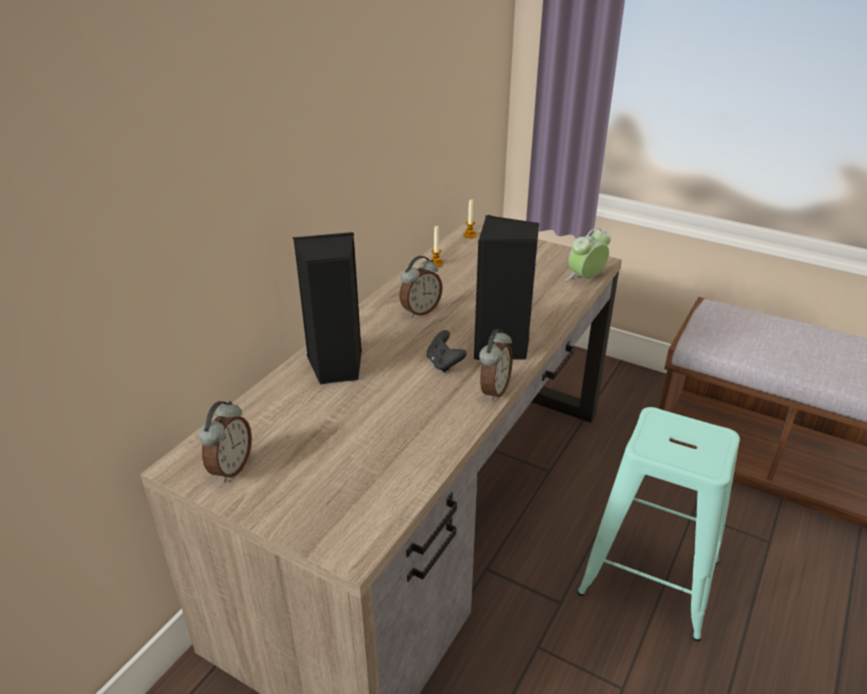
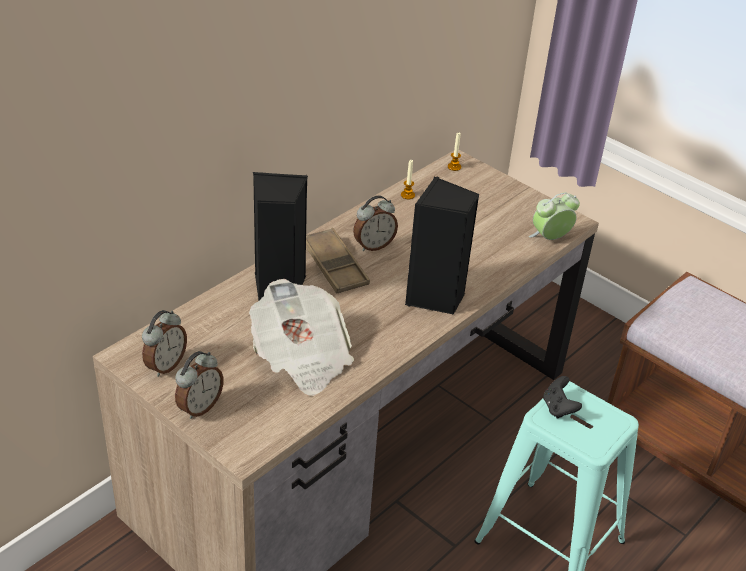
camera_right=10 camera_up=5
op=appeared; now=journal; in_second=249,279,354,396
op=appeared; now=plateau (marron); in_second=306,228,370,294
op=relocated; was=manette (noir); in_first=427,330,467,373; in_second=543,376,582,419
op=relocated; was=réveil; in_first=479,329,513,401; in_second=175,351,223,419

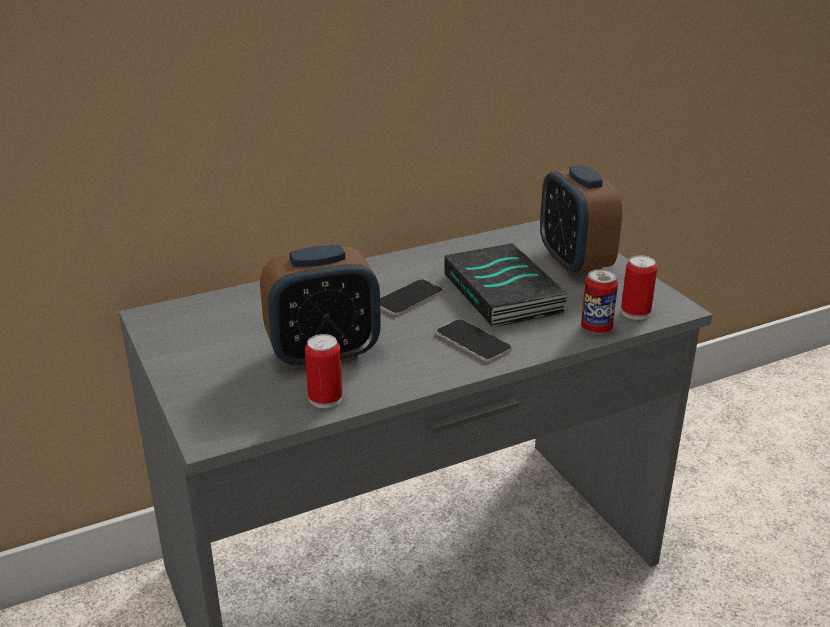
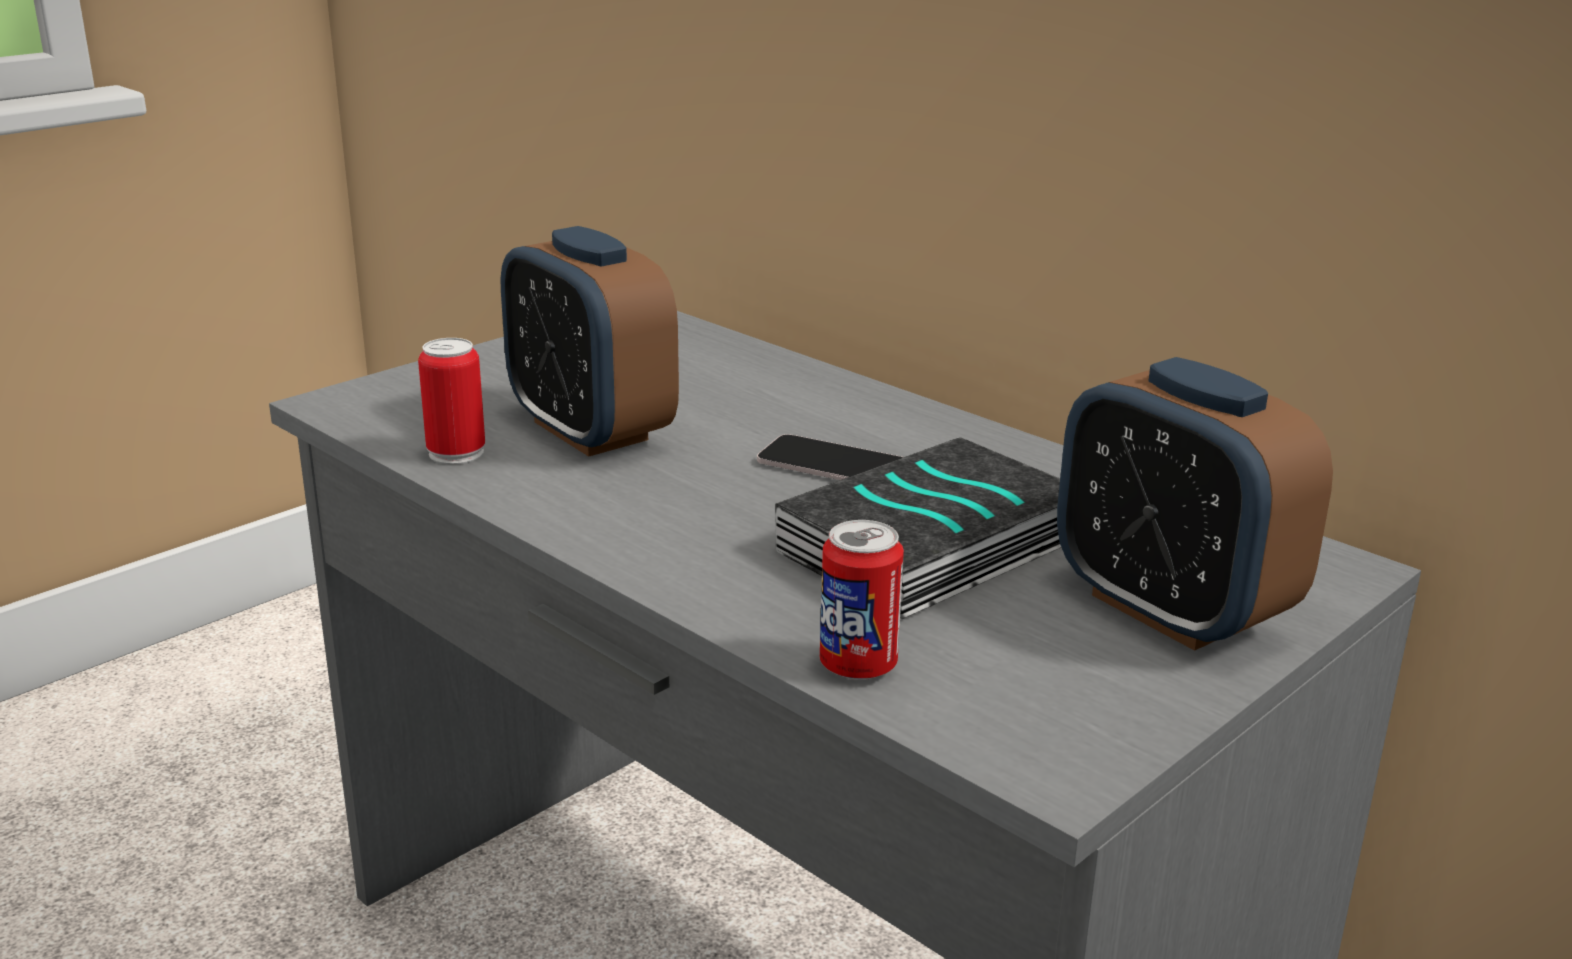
camera_right=70 camera_up=-5
op=missing; was=téléphone; in_first=436,319,512,362
op=missing; was=boîte métallique; in_first=621,255,657,320
op=spun; was=réveil; in_first=540,165,622,276; in_second=1057,357,1333,651; clockwise=-90

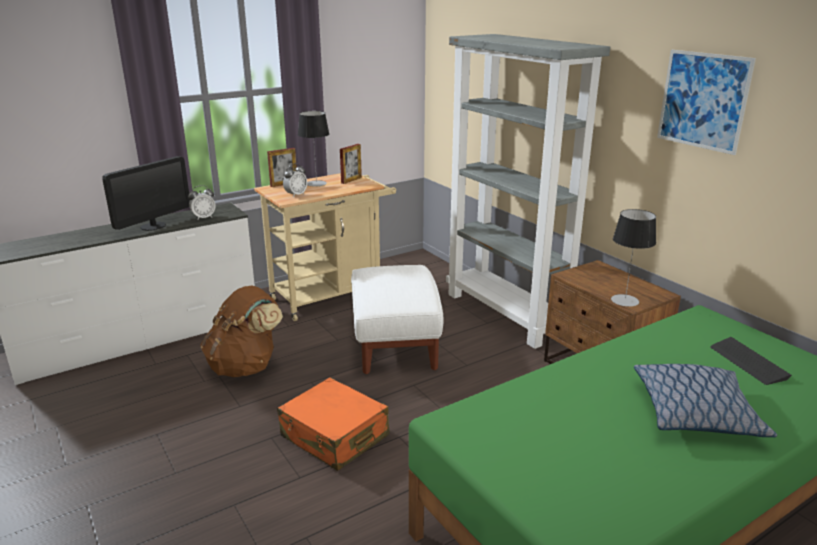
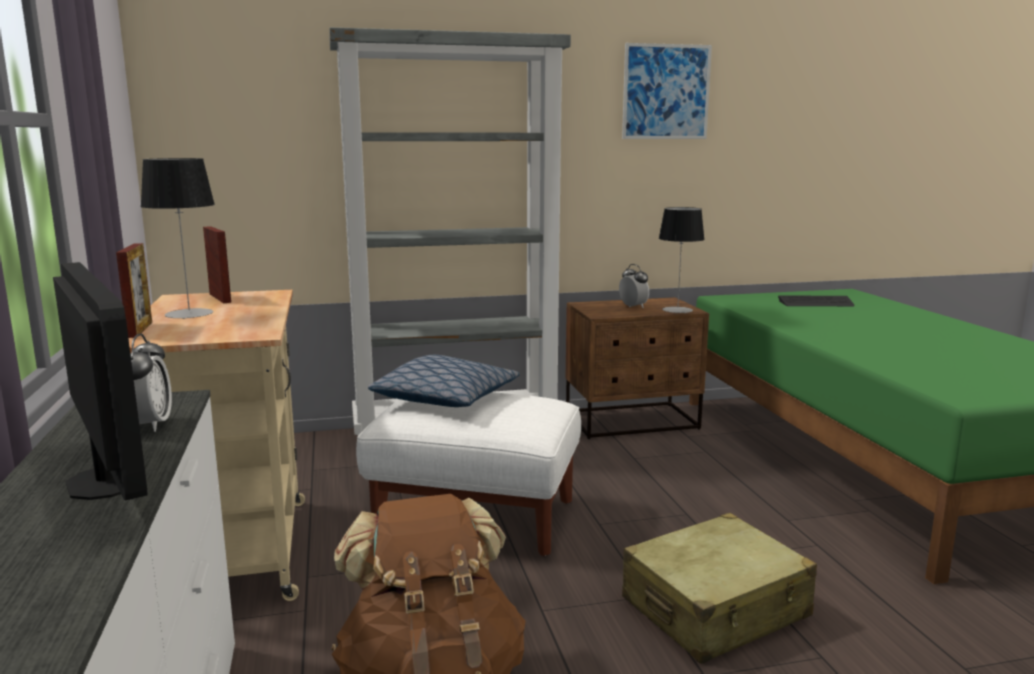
camera_right=-70 camera_up=-10
op=relocated; was=réveil; in_first=283,163,307,197; in_second=619,264,649,308
op=relocated; was=coussin; in_first=634,364,777,437; in_second=368,355,520,407
op=colour; was=valise (orange); now=valise (beige); in_first=277,377,390,471; in_second=622,513,817,664

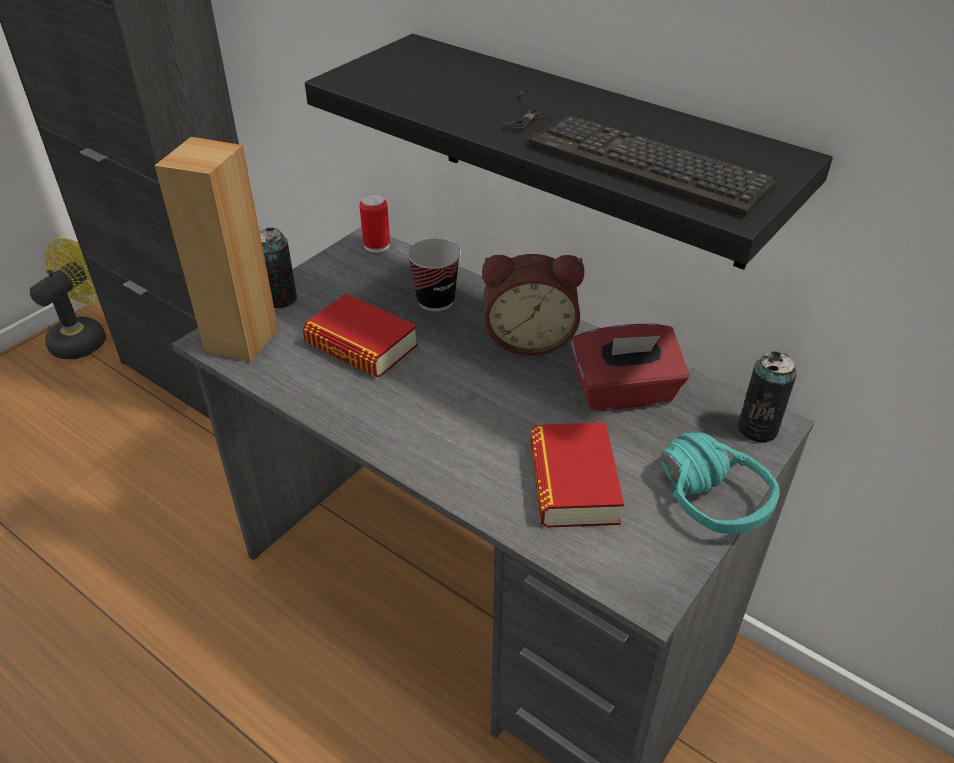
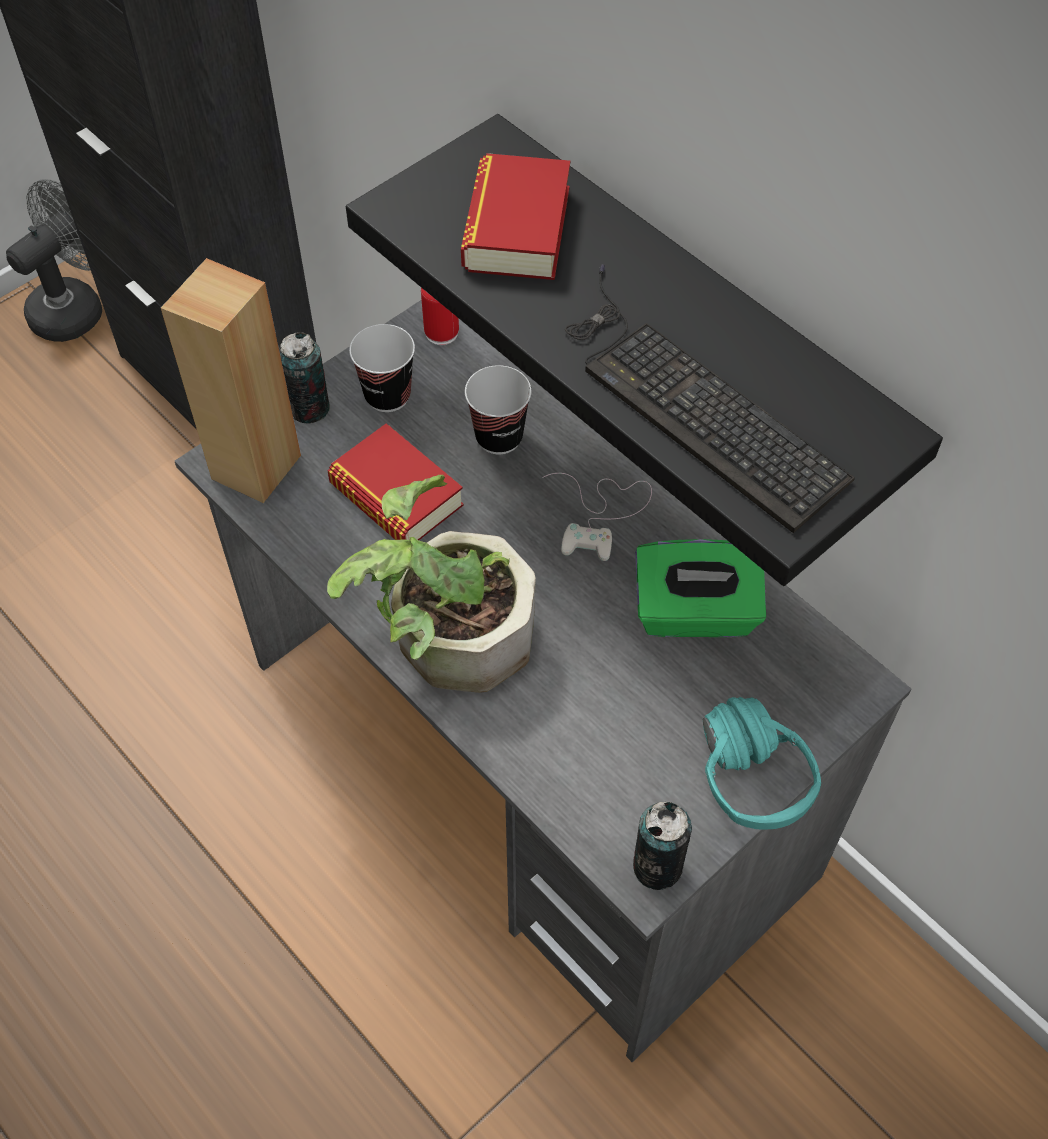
camera_right=10 camera_up=15
op=appeared; now=plante en pot; in_second=327,475,536,693
op=appeared; now=tasse; in_second=349,324,415,412
op=relocated; was=livre; in_first=530,422,624,528; in_second=461,153,570,280
op=relocated; was=boîte métallique; in_first=738,351,796,443; in_second=633,802,692,890
op=exchanged; was=réveil; now=manette (blanc); in_first=482,254,585,356; in_second=542,473,652,561
op=colour; was=ventilateur (jaune); now=ventilateur (gris); in_first=30,238,106,359; in_second=6,179,102,342
op=colour; was=boîte à mouchoirs (rouge); now=boîte à mouchoirs (vert); in_first=571,324,689,411; in_second=635,539,766,637

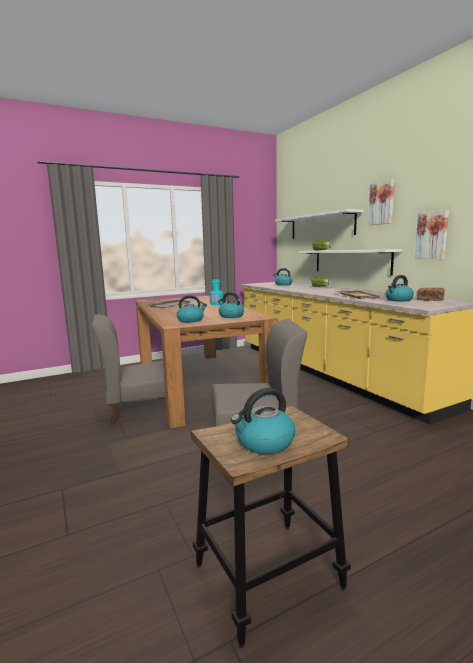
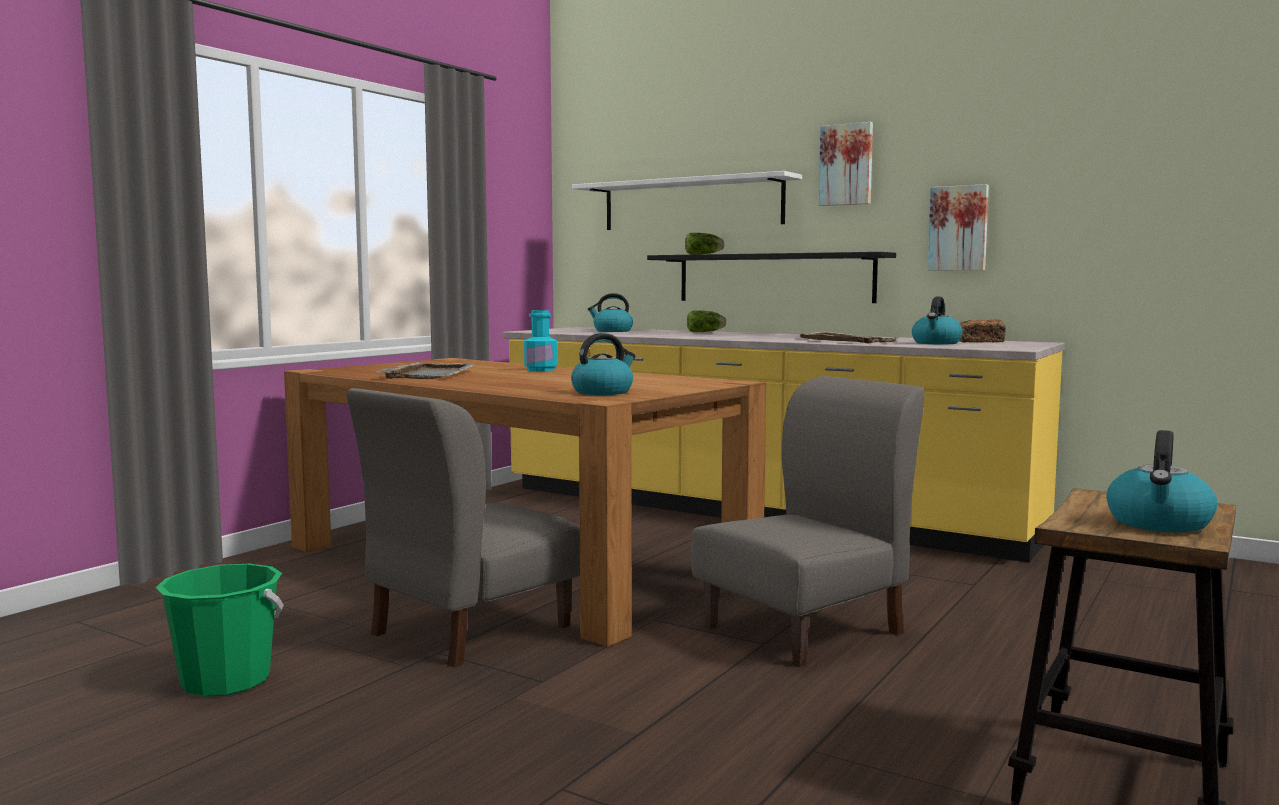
camera_right=-30 camera_up=-5
op=missing; was=bouilloire; in_first=218,292,244,318
op=appeared; now=seau (vert); in_second=156,564,284,697
op=colour; was=étagère (blanc); now=étagère (noir); in_first=298,249,402,275; in_second=647,252,896,303

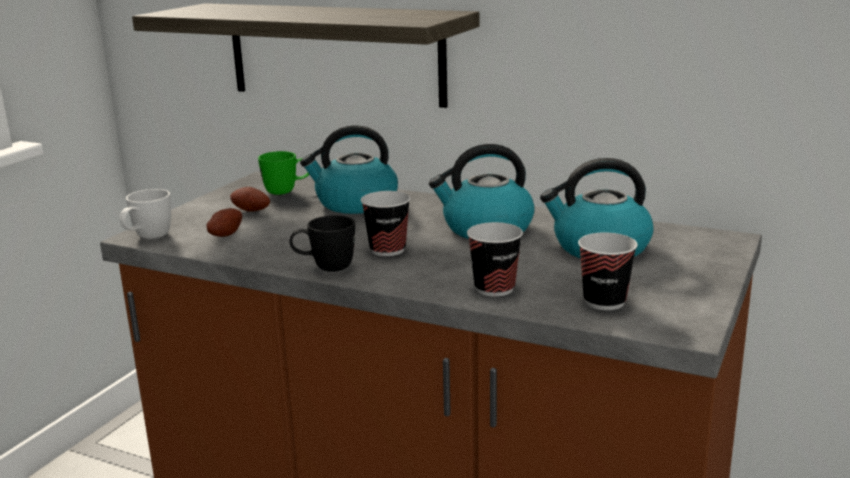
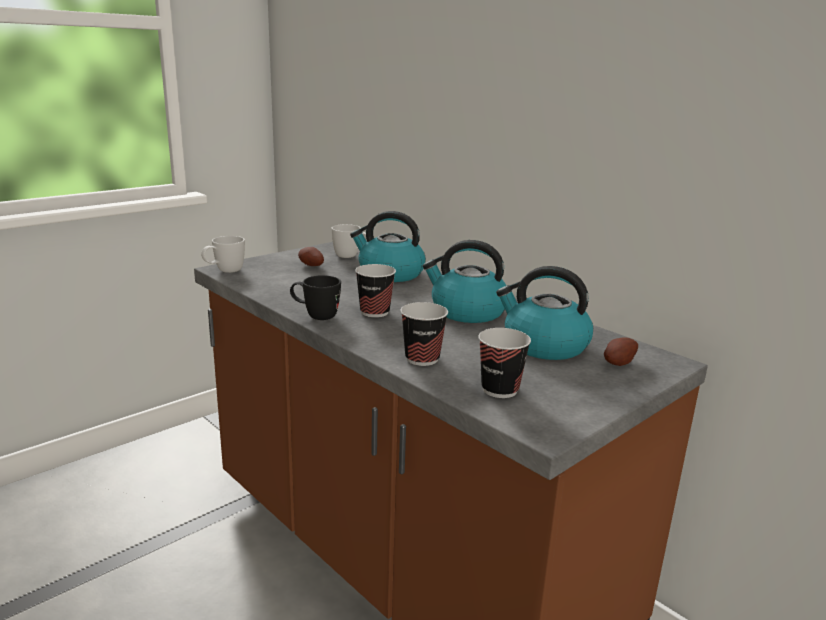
camera_right=20 camera_up=0
op=missing; was=étagère; in_first=132,3,480,108
op=relocated; was=pomme de terre; in_first=206,208,242,237; in_second=604,337,638,366
op=colour; was=mug (vert); now=mug (blanc); in_first=258,151,309,195; in_second=331,224,366,258

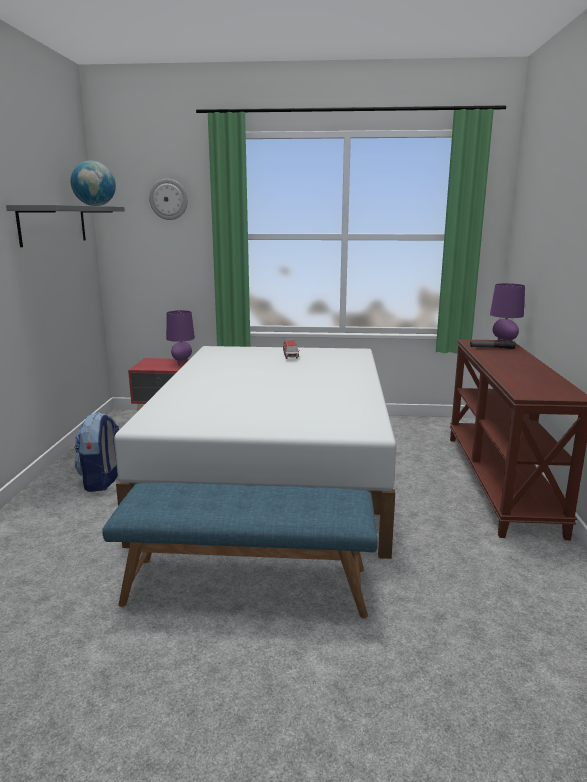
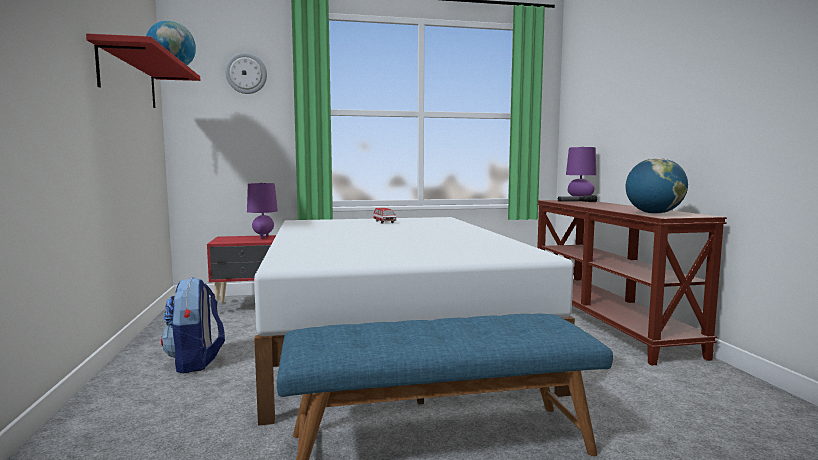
camera_right=-15 camera_up=-10
op=appeared; now=globe; in_second=626,158,688,214
op=colour; was=étagère (gris); now=étagère (rouge); in_first=6,205,125,247; in_second=86,33,200,108

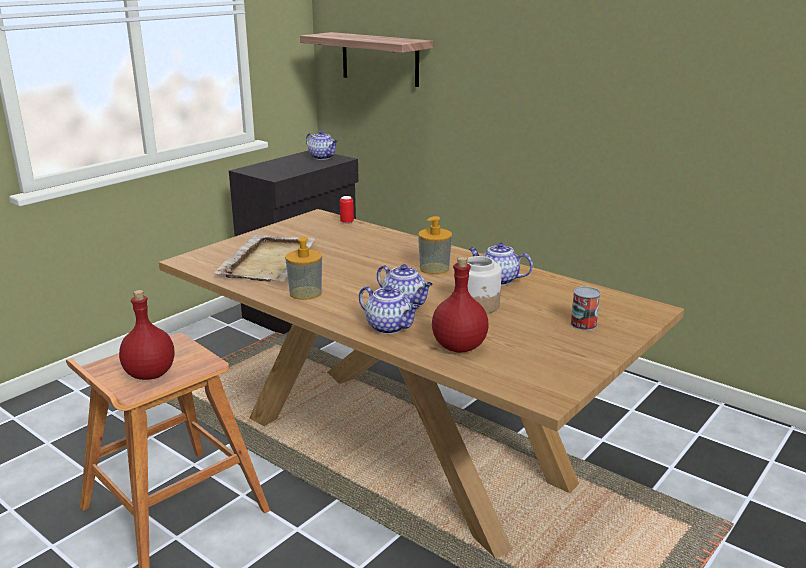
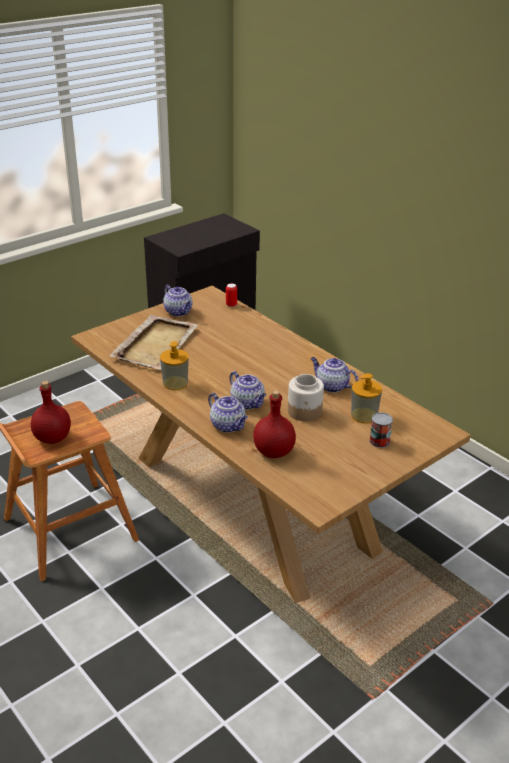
camera_right=10 camera_up=10
op=missing; was=étagère; in_first=300,32,433,87
op=relocated; was=théière; in_first=306,130,338,160; in_second=163,285,192,316
op=relocated; was=distributeur de savon; in_first=418,216,452,275; in_second=351,373,382,424

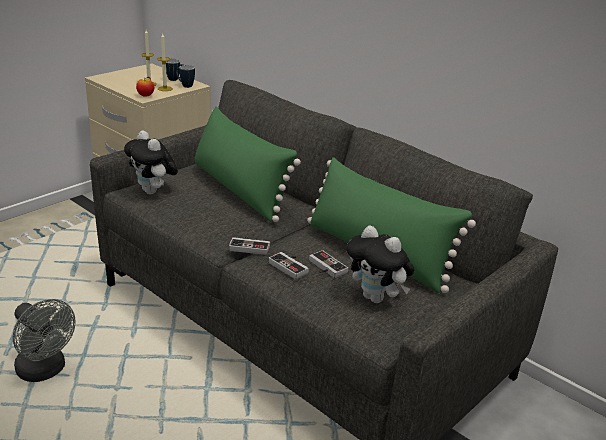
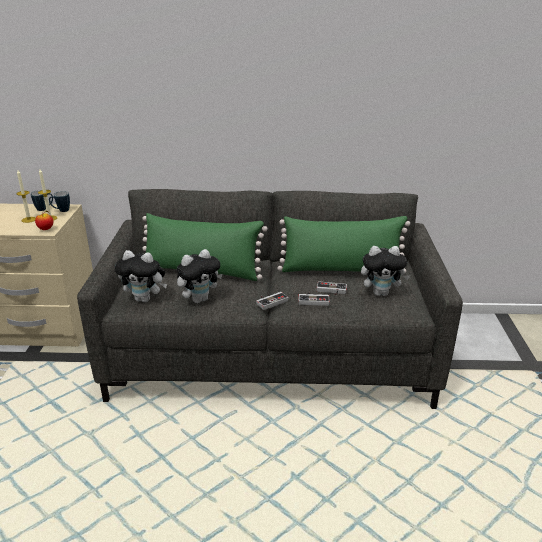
camera_right=-40 camera_up=0
op=missing; was=ventilateur (gris); in_first=13,299,75,382
op=appeared; now=peluche; in_second=177,249,222,303

